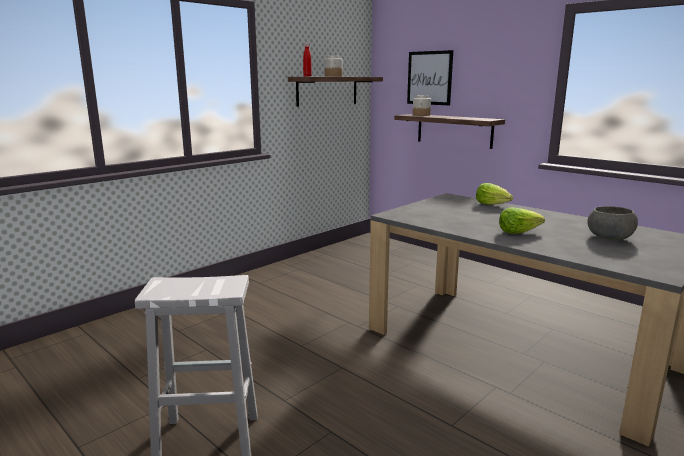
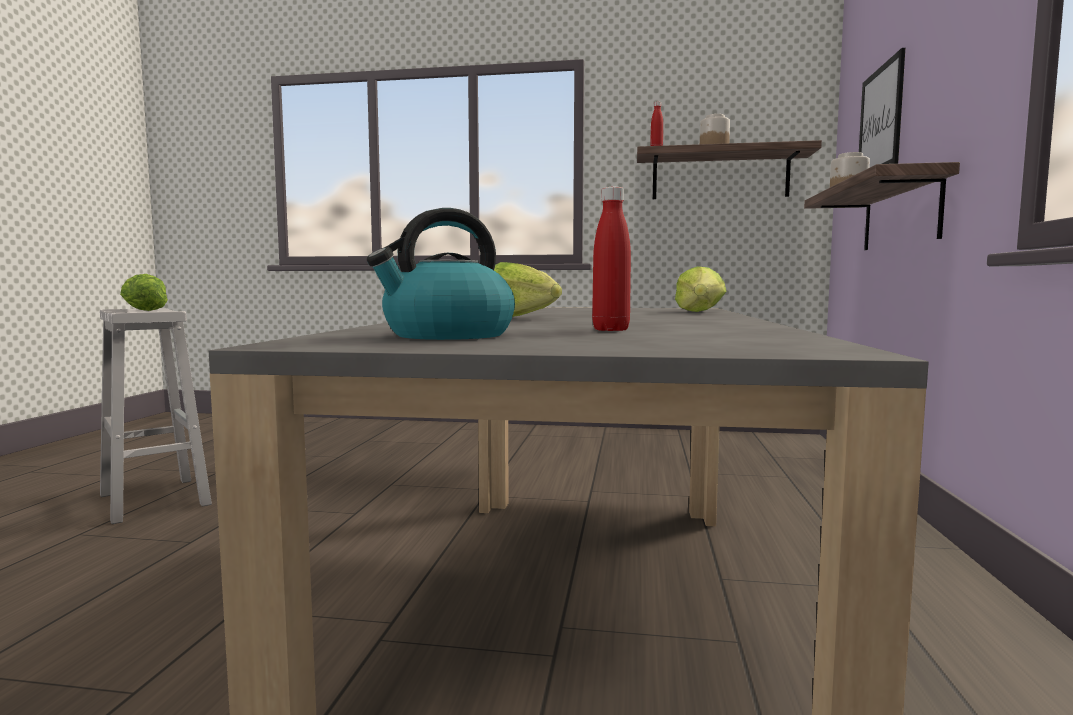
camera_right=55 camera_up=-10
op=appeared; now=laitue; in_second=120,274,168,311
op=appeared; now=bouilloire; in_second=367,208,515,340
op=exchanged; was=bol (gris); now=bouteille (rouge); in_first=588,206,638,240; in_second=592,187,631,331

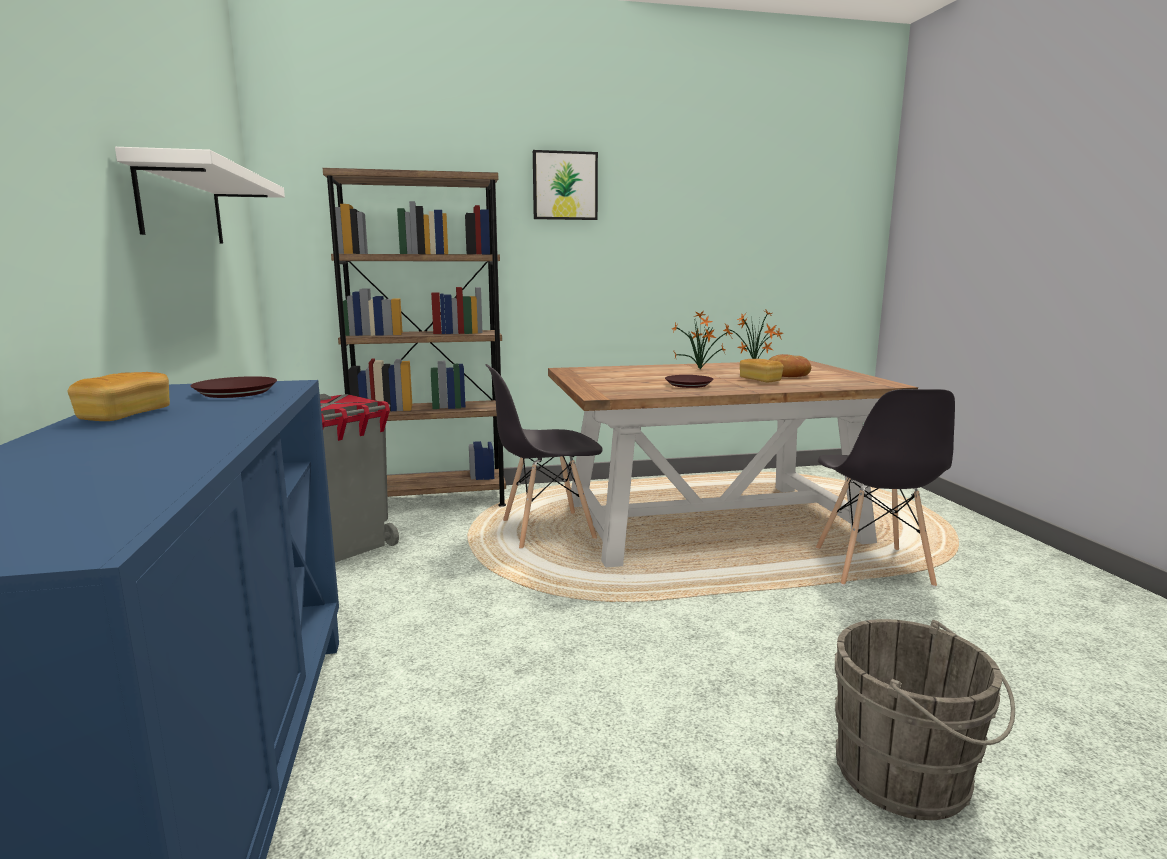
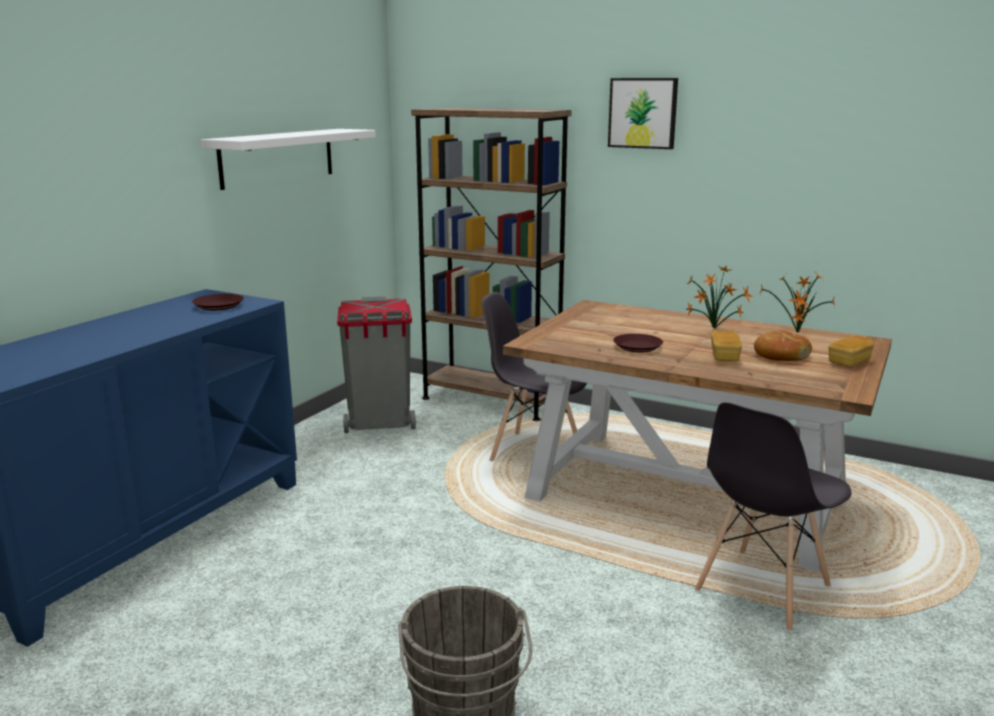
camera_right=40 camera_up=5
op=relocated; was=pain; in_first=68,372,170,421; in_second=828,336,874,366

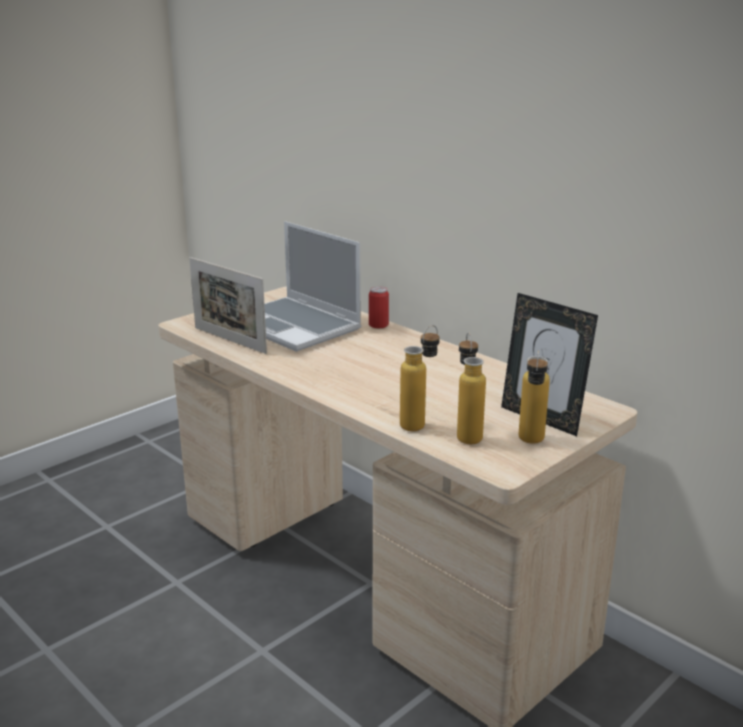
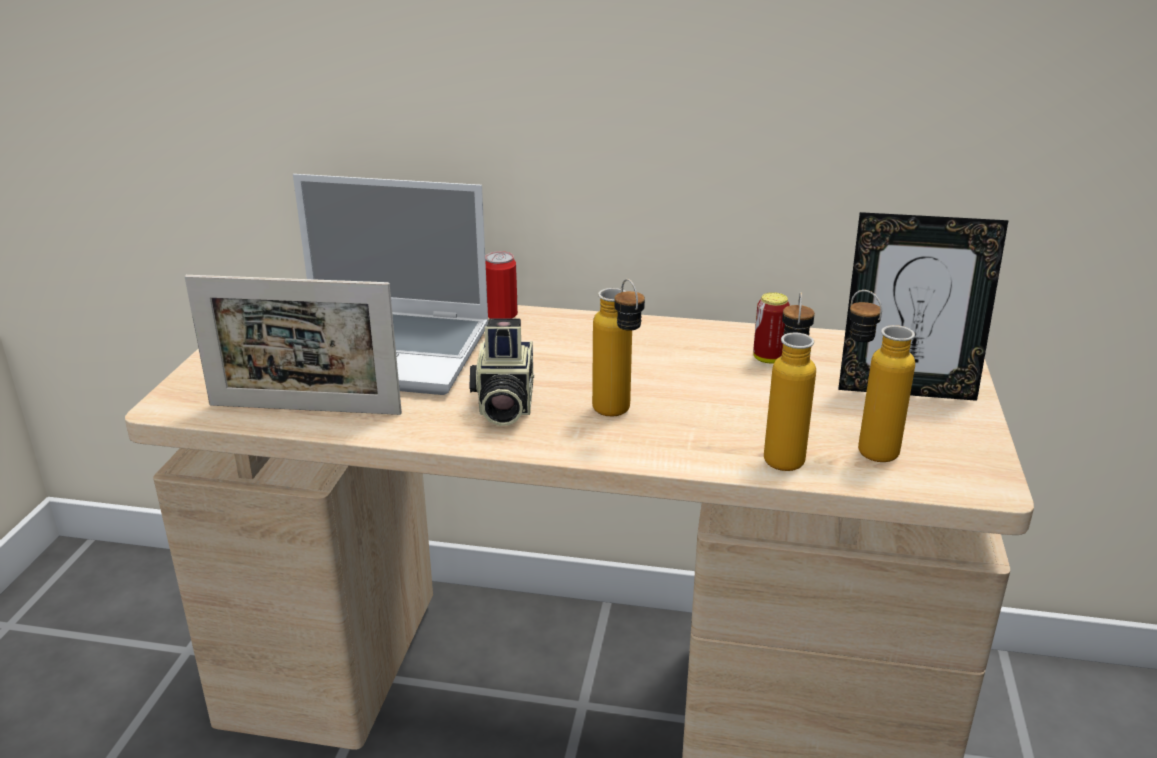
camera_right=-35 camera_up=5
op=appeared; now=appareil photo; in_second=469,318,534,426
op=appeared; now=boîte métallique; in_second=753,292,790,363
op=relocated; was=bouteille; in_first=519,350,550,444; in_second=592,279,645,417

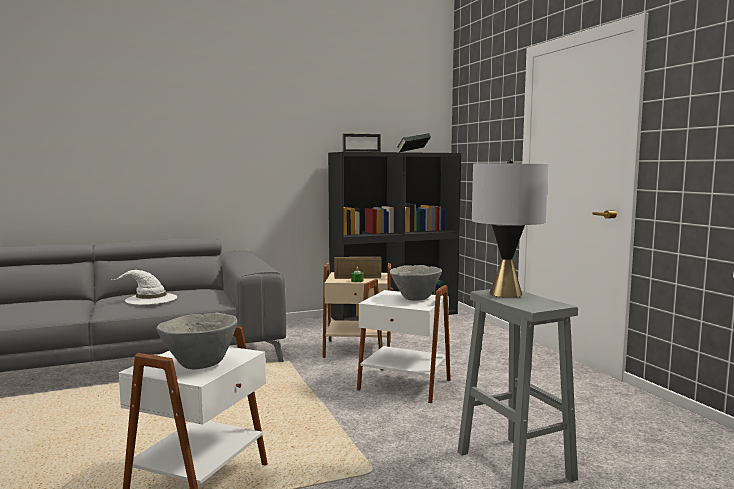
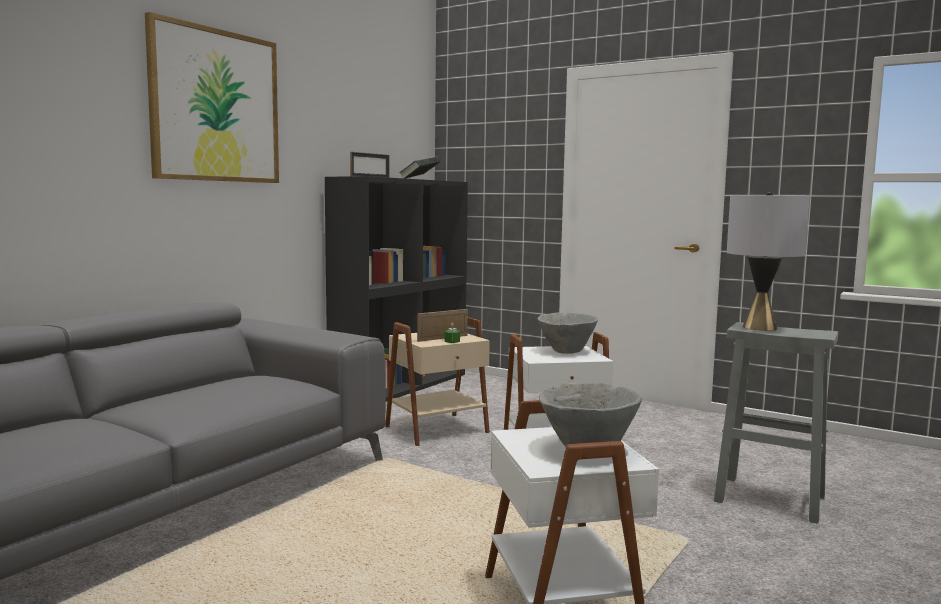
camera_right=-35 camera_up=0
op=missing; was=chapeau (blanc); in_first=112,270,177,305
op=appeared; now=tableau; in_second=145,12,279,183

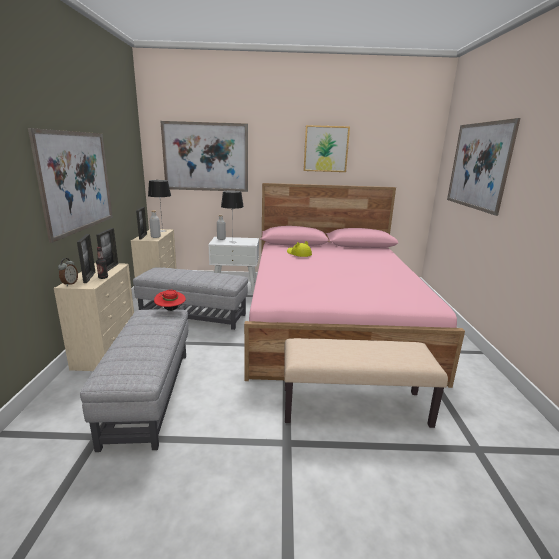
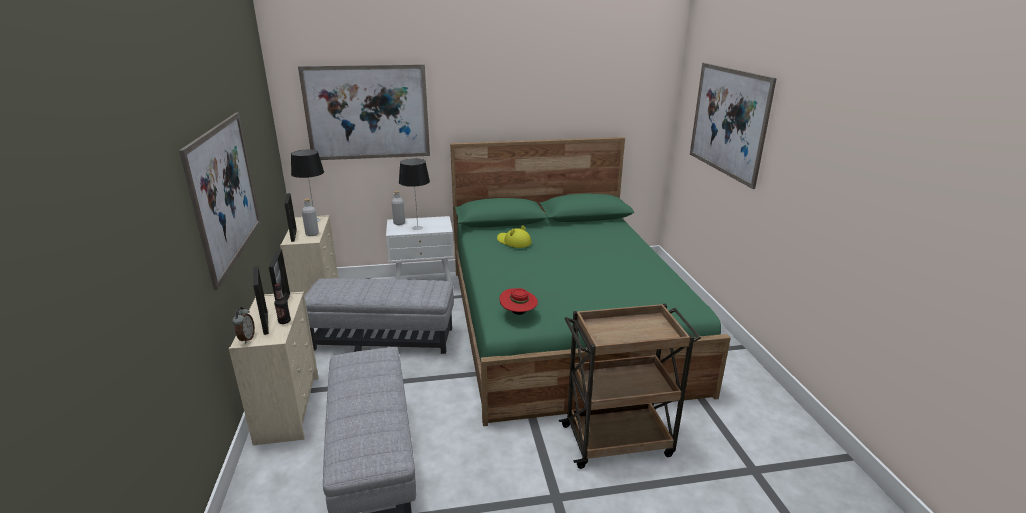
camera_right=-10 camera_up=5
op=missing; was=tableau; in_first=304,125,350,172
op=relocated; was=chapeau (rouge); in_first=154,290,186,311; in_second=500,288,538,315
op=exchanged; was=banc (beige); now=chariot (marron); in_first=284,338,448,428; in_second=559,304,701,469
op=colour; was=lit (rose); now=lit (vert); in_first=244,183,465,388; in_second=450,137,731,426

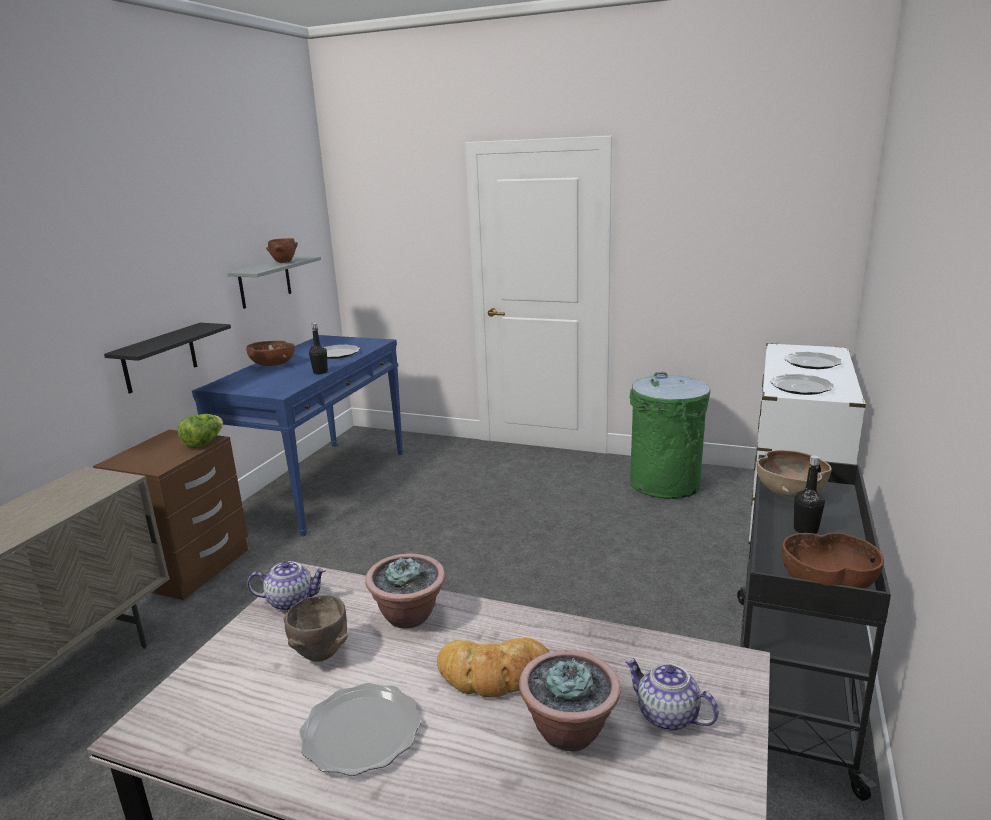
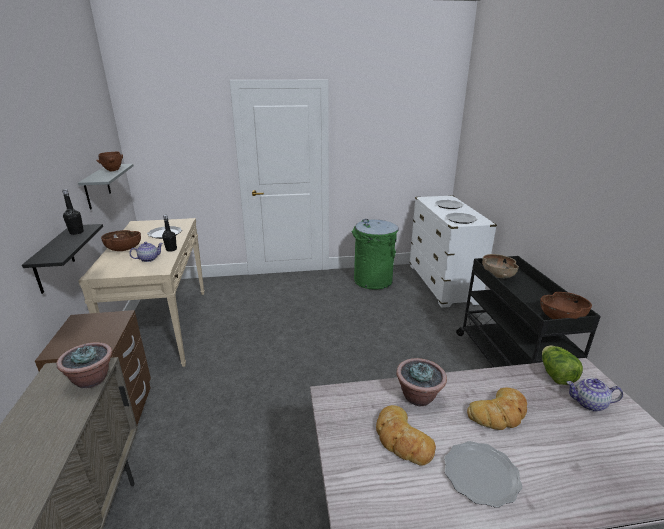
camera_right=-30 camera_up=5
op=relocated; was=laitue; in_first=177,414,223,449; in_second=542,345,583,385
op=relocated; was=théière; in_first=247,561,327,611; in_second=129,242,163,262
op=relocated; was=plante en pot; in_first=519,650,621,752; in_second=56,342,112,388
op=relocated; was=bouteille (noir); in_first=794,455,825,534; in_second=62,189,84,235
op=exchanged; was=bol (marron); now=pain; in_first=284,595,348,662; in_second=376,405,436,466
op=colour; was=table console (bleu); now=table console (beige); in_first=192,335,403,537; in_second=78,218,205,367

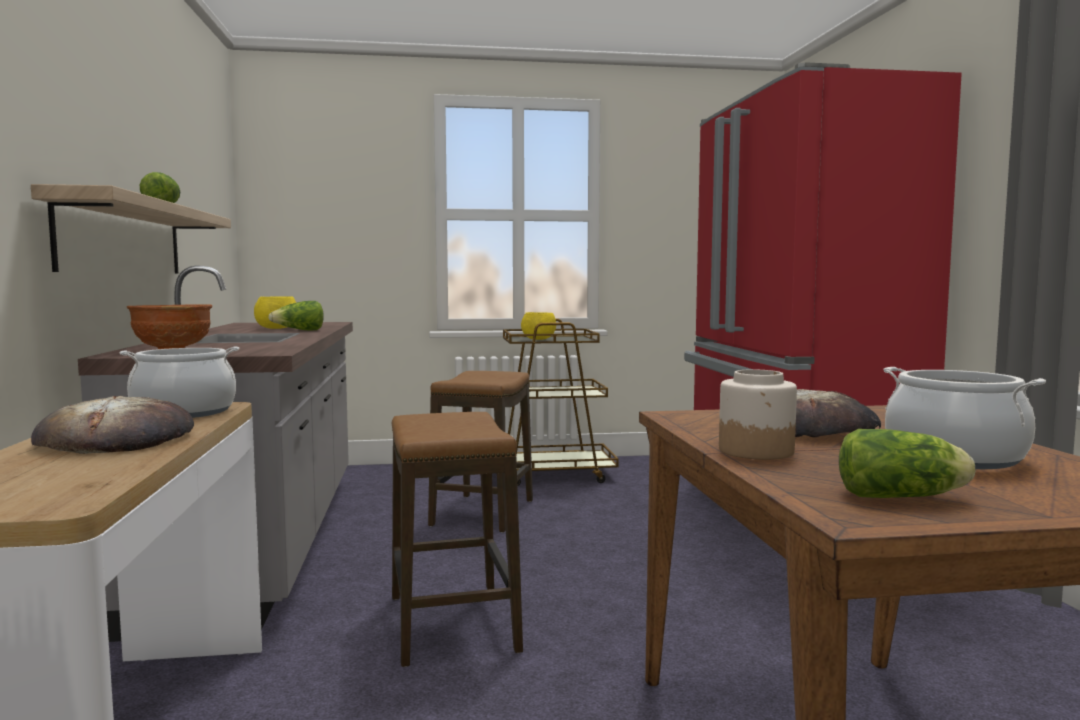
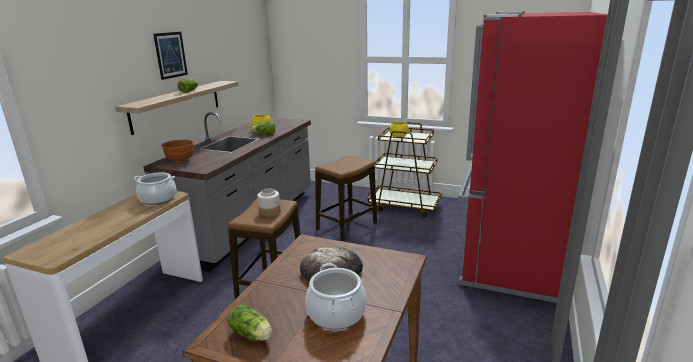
camera_right=30 camera_up=15
op=missing; was=pain; in_first=31,396,194,454
op=appeared; now=tableau; in_second=153,32,188,80
op=relocated; was=bocal; in_first=719,369,797,460; in_second=257,189,281,217

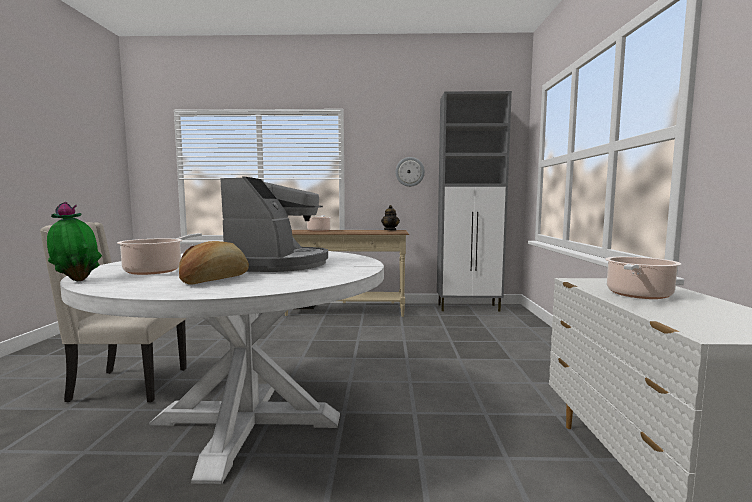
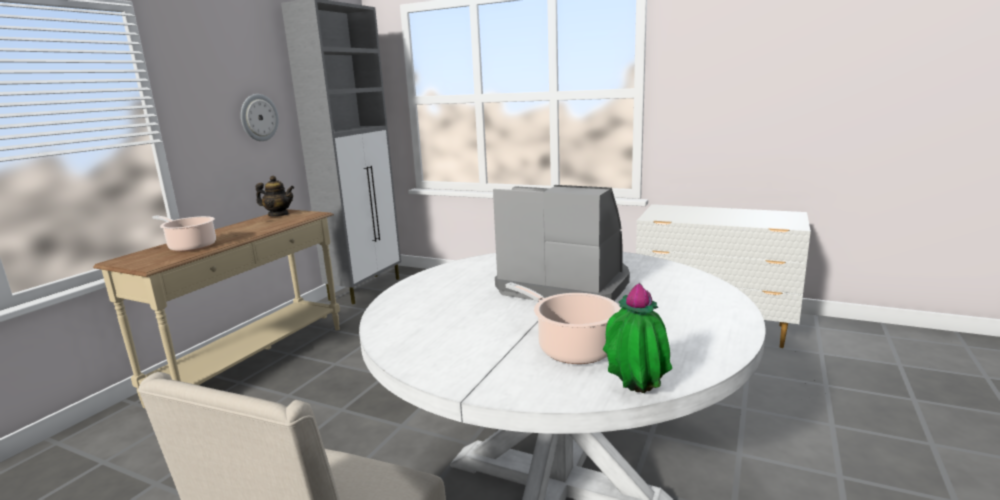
camera_right=-65 camera_up=10
op=missing; was=pain; in_first=179,241,249,285
op=missing; was=marmite; in_first=605,257,681,299

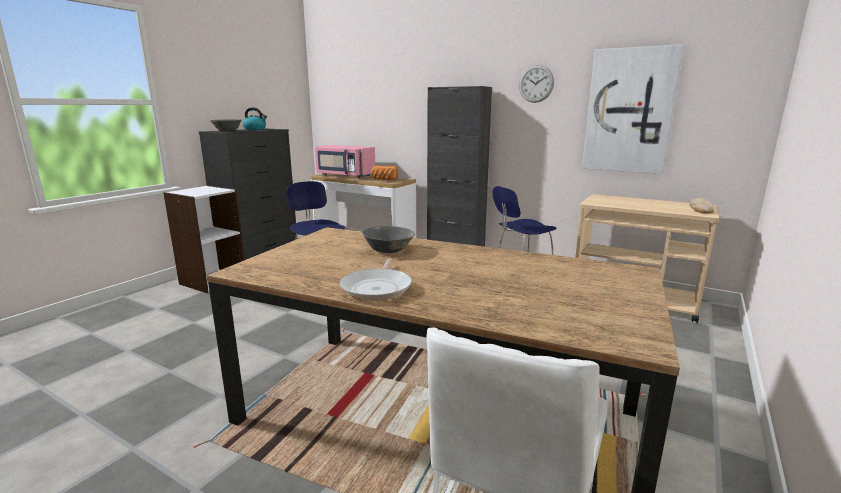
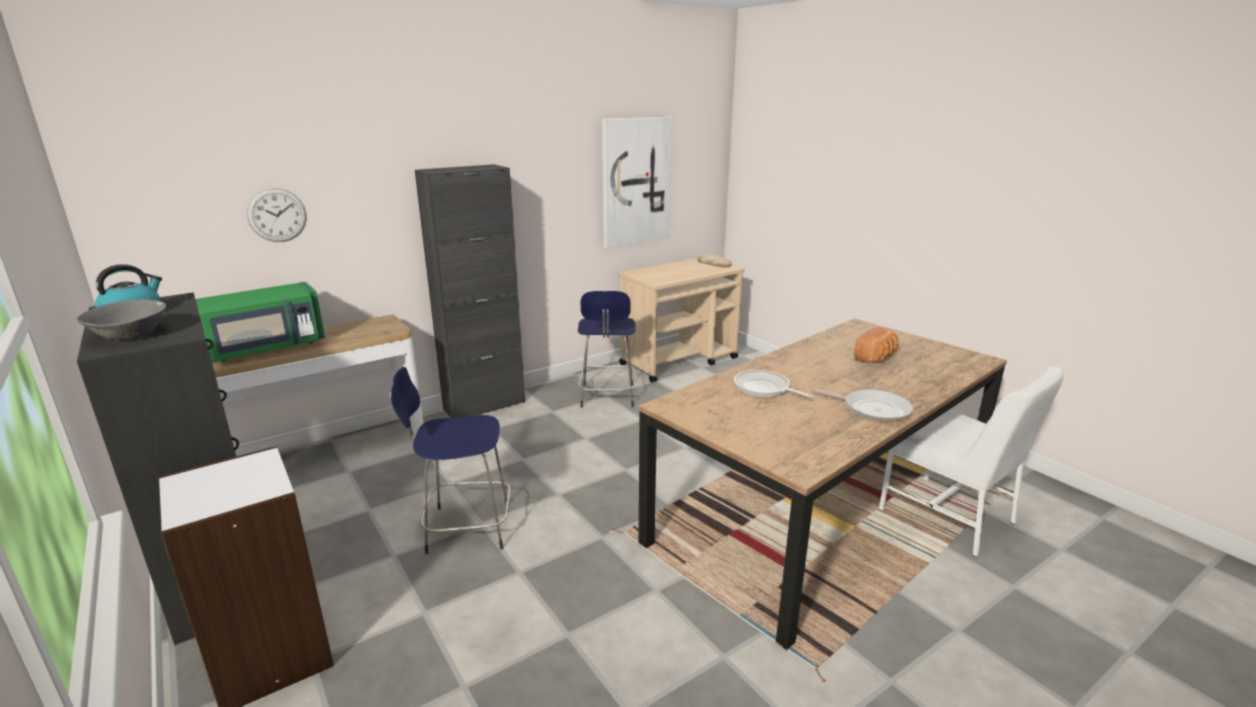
camera_right=-65 camera_up=5
op=relocated; was=pain; in_first=371,165,398,180; in_second=854,327,899,363
op=relocated; was=horloge murale; in_first=519,65,554,103; in_second=247,188,307,242
op=exchanged; was=bol (gris); now=poêle; in_first=362,226,415,253; in_second=734,370,813,398
op=colour; was=micro-ondes (rose); now=micro-ondes (vert); in_first=315,145,375,178; in_second=195,282,325,362

